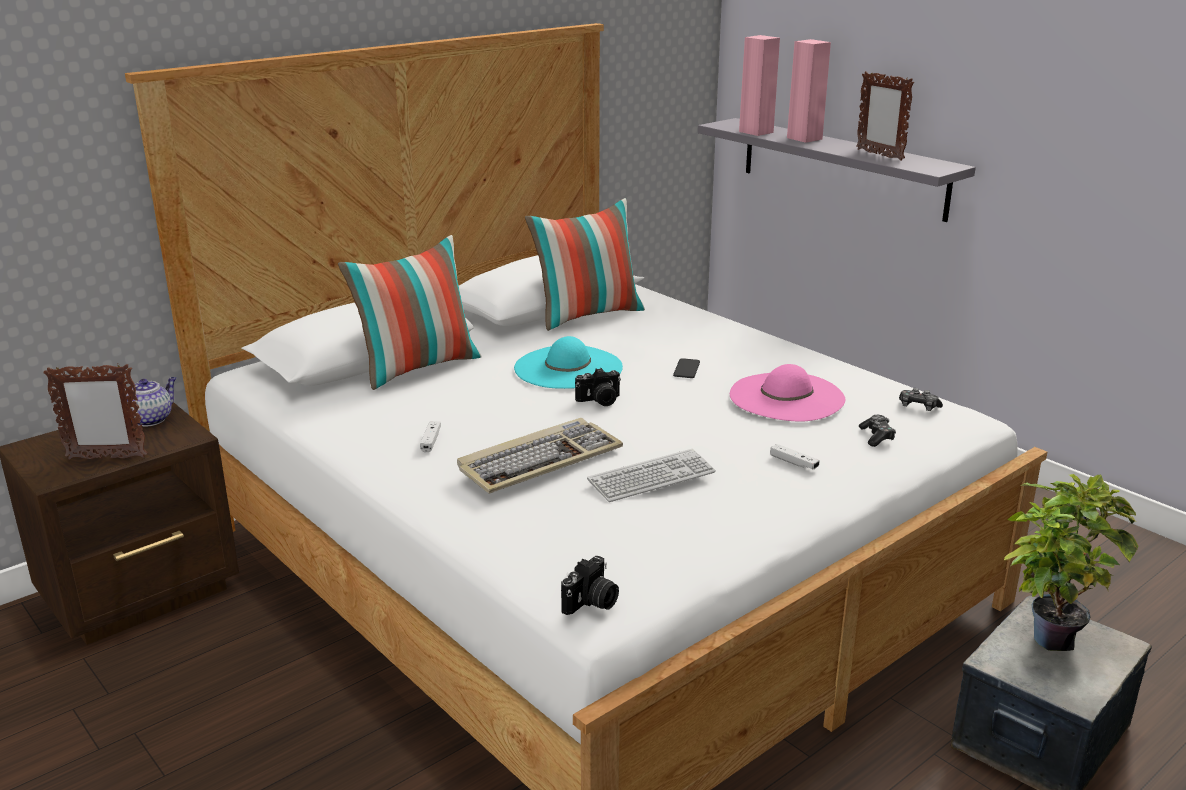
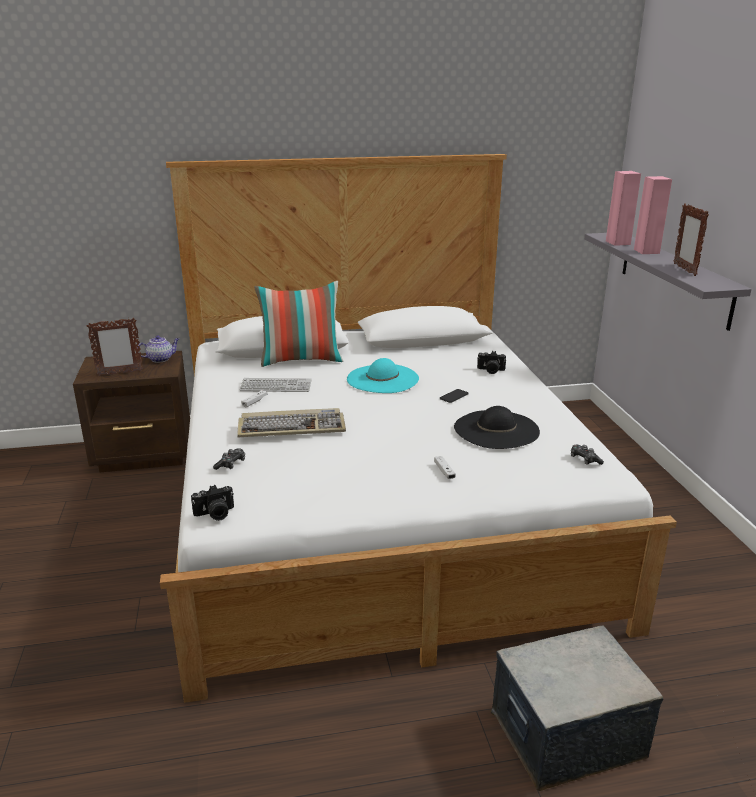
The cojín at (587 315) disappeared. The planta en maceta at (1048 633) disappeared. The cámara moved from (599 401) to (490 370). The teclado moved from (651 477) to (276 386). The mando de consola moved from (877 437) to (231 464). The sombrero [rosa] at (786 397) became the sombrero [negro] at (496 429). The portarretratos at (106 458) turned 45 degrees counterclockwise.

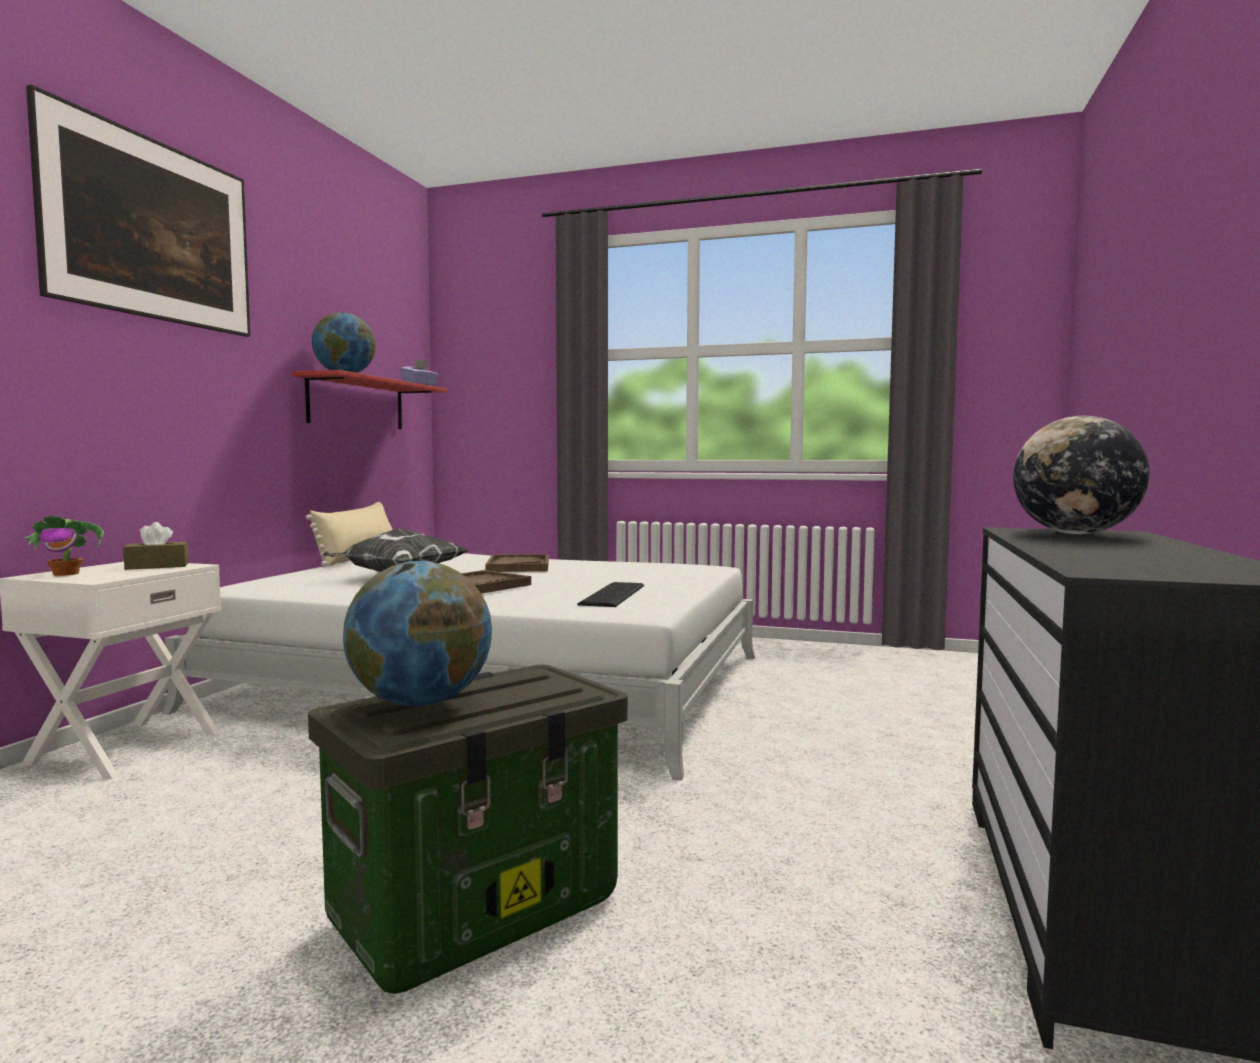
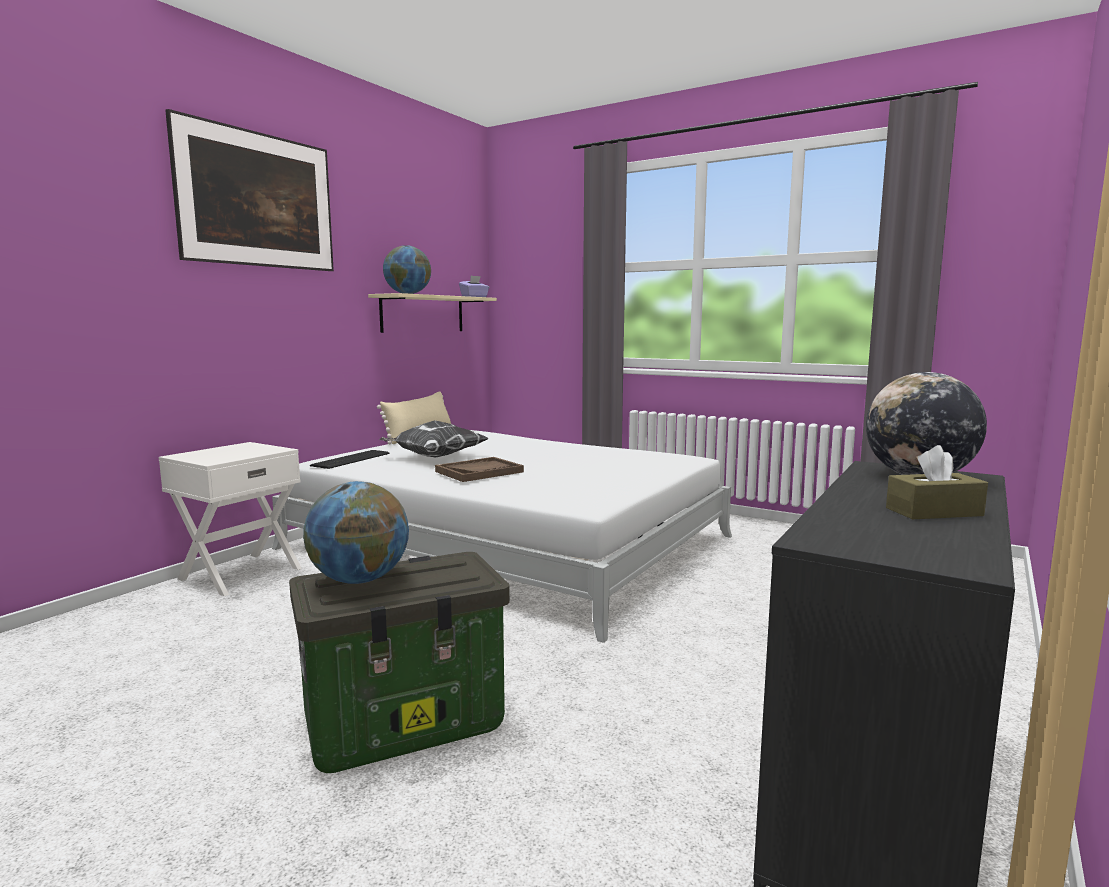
The planta en maceta at (67 574) disappeared. The bandeja [marrón] at (518 566) disappeared. The caja de pañuelos [marrón] moved from (157 566) to (934 512). The teclado moved from (615 594) to (353 459). The estante [rojo] at (357 403) became the estante [beis] at (423 314).

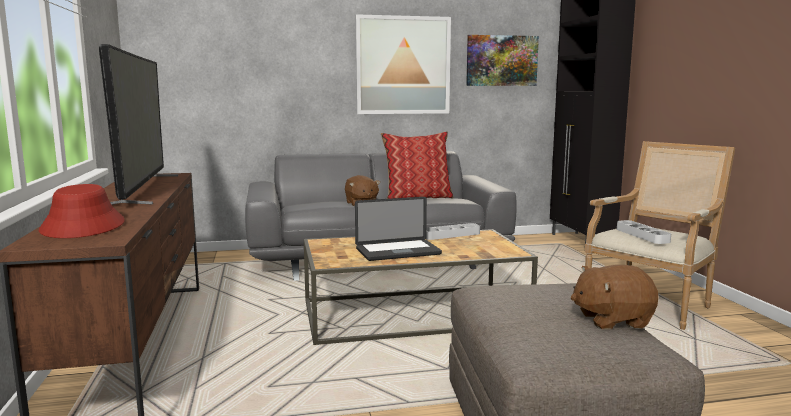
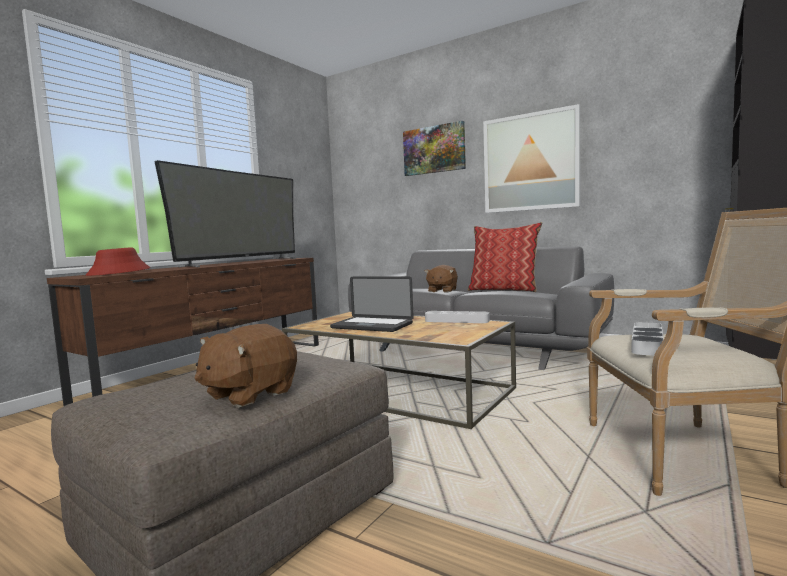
The cuadro moved from (501 60) to (434 149). The peluche [marrón] at (612 320) turned 90 degrees counterclockwise.

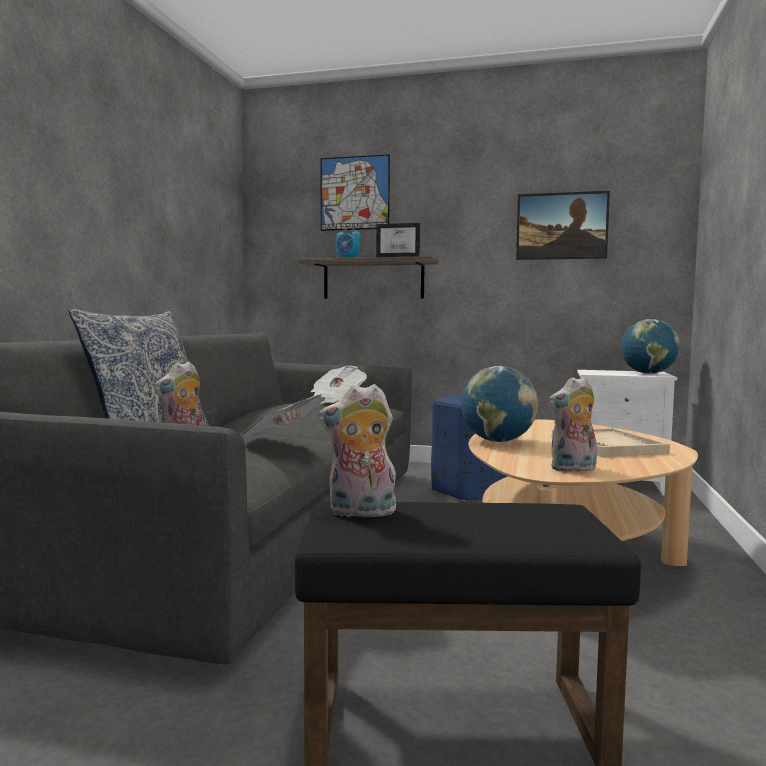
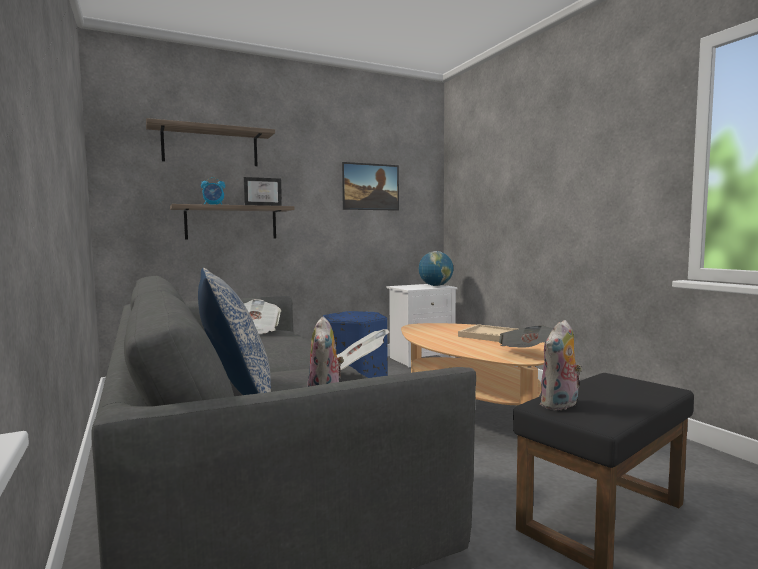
The globo terráqueo at (497 441) disappeared. The cuadro at (354 193) was replaced by the estante at (210 147). The peluche at (573 469) was replaced by the periódico at (527 353).

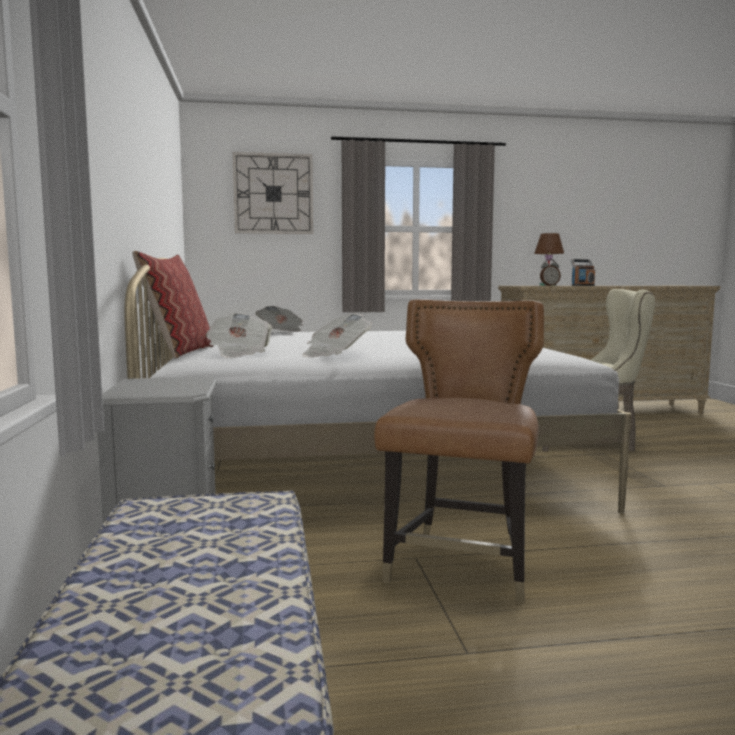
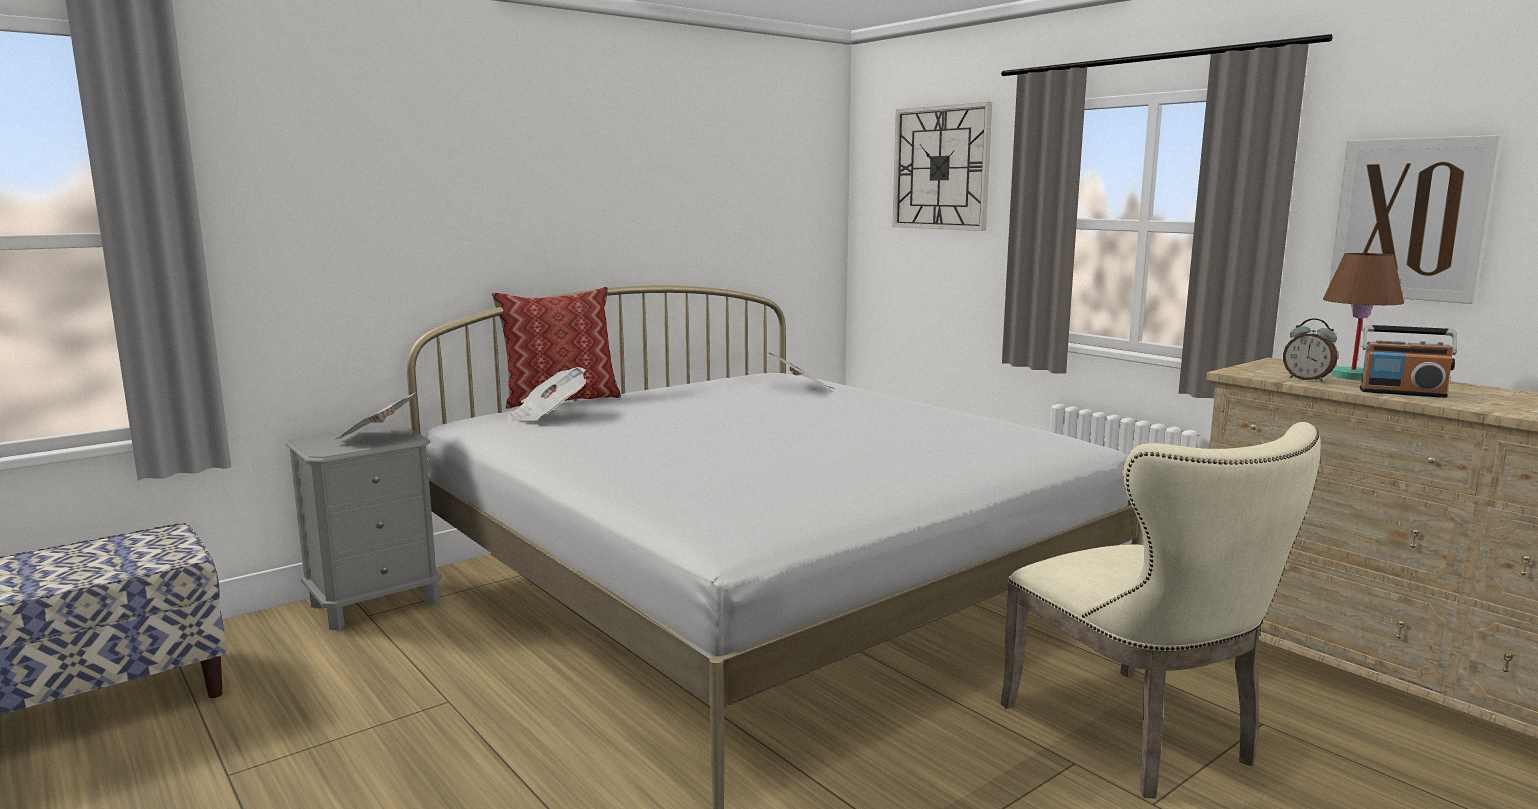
The silla [marrón] at (461 568) disappeared. The cuadro at (1409 219) appeared. The periódico moved from (335 354) to (378 438).

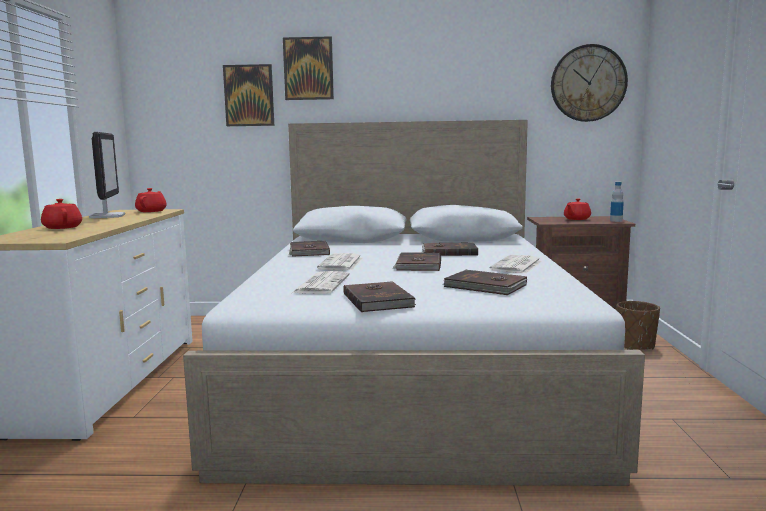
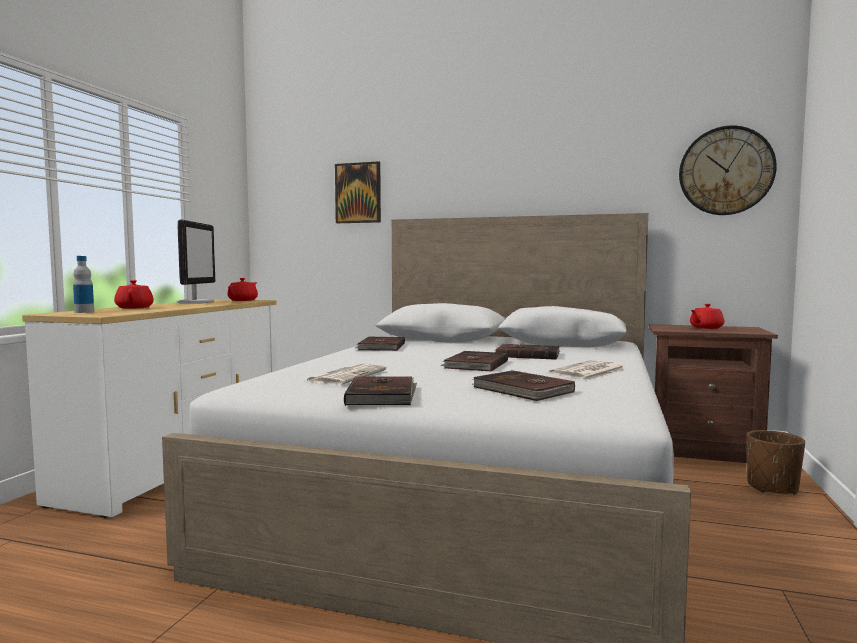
The cuadro at (308 68) disappeared. The periódico at (341 263) disappeared. The botella moved from (616 220) to (84 312).

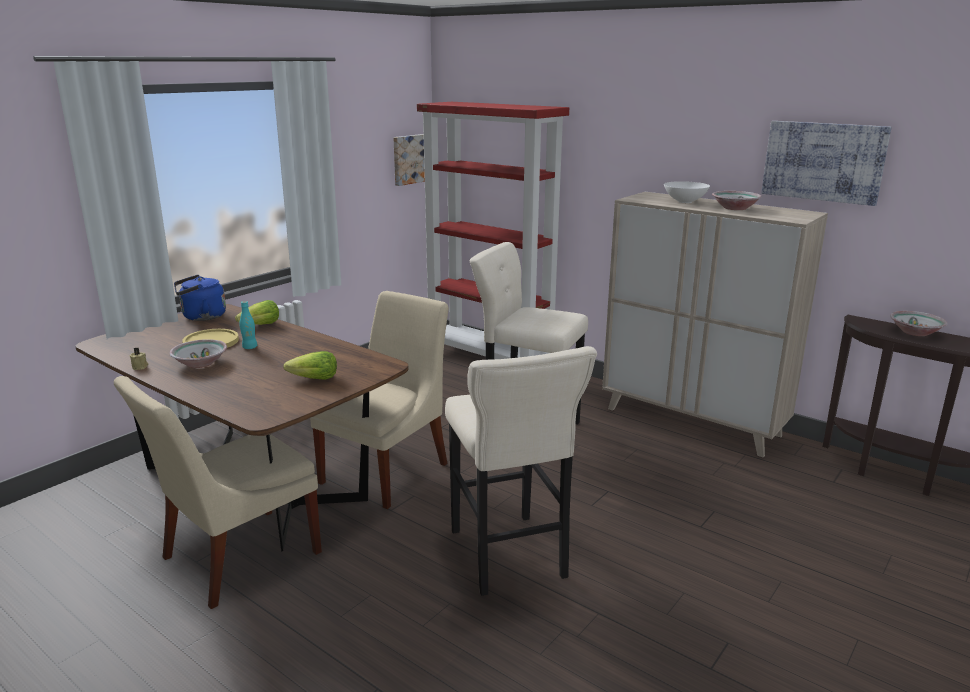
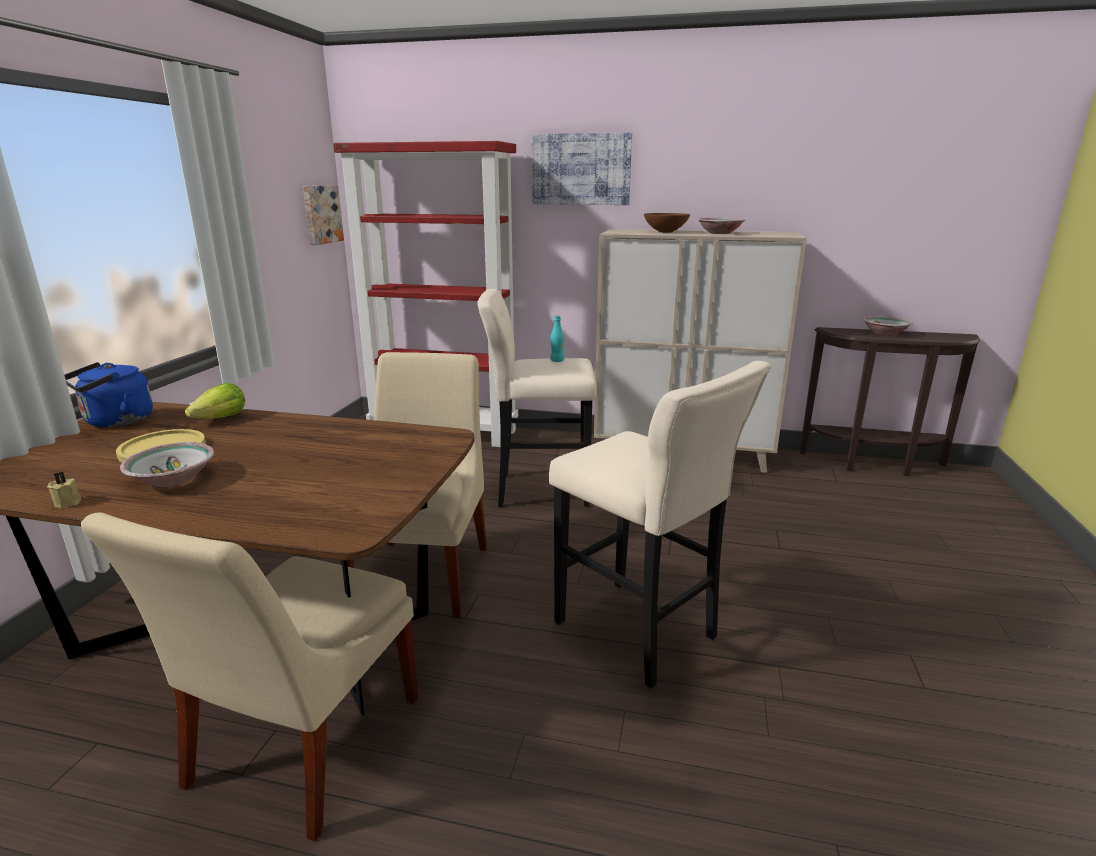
The lechuga at (314 379) disappeared. The botella [turquesa] moved from (250 347) to (557 361). The cuadro moved from (823 161) to (581 169). The cuenco [blanco] at (684 201) became the cuenco [marrón] at (665 232).

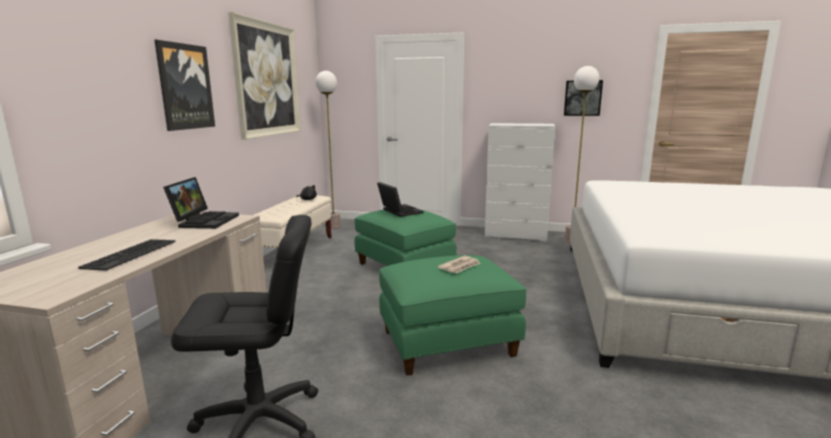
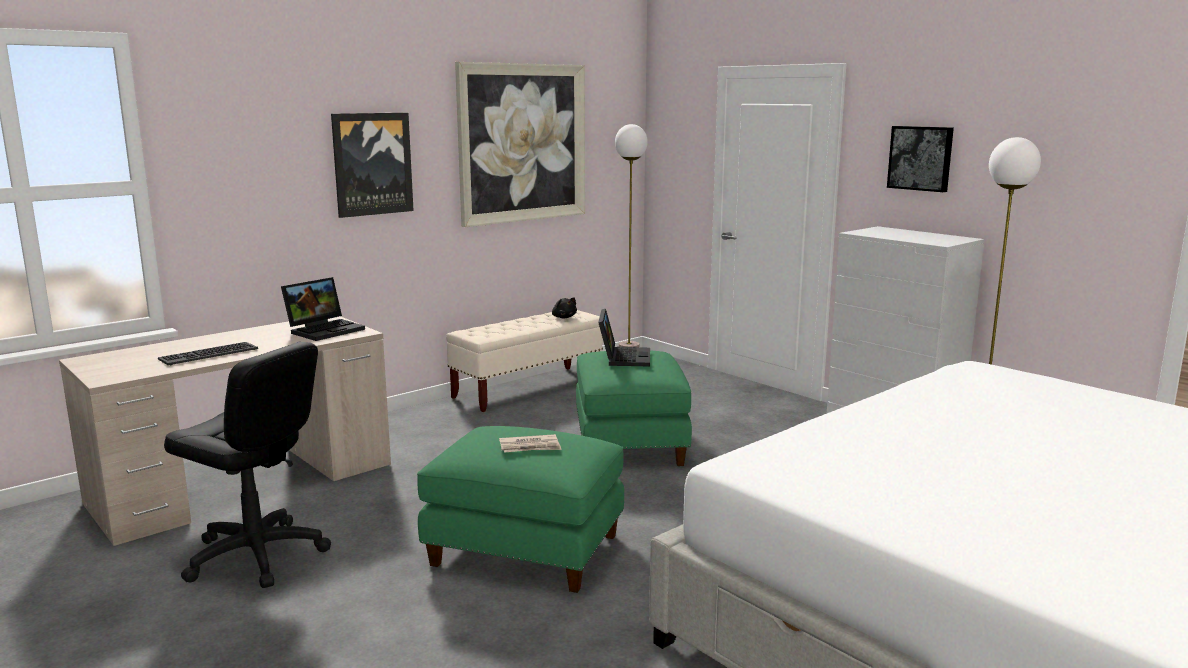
The cuadro moved from (582 98) to (921 158).

